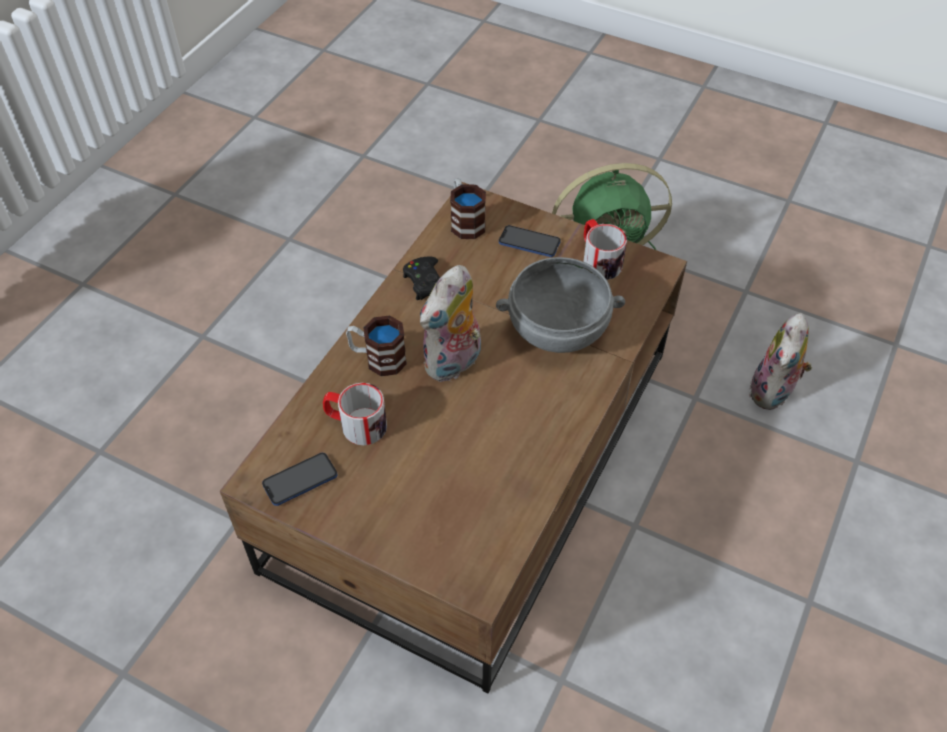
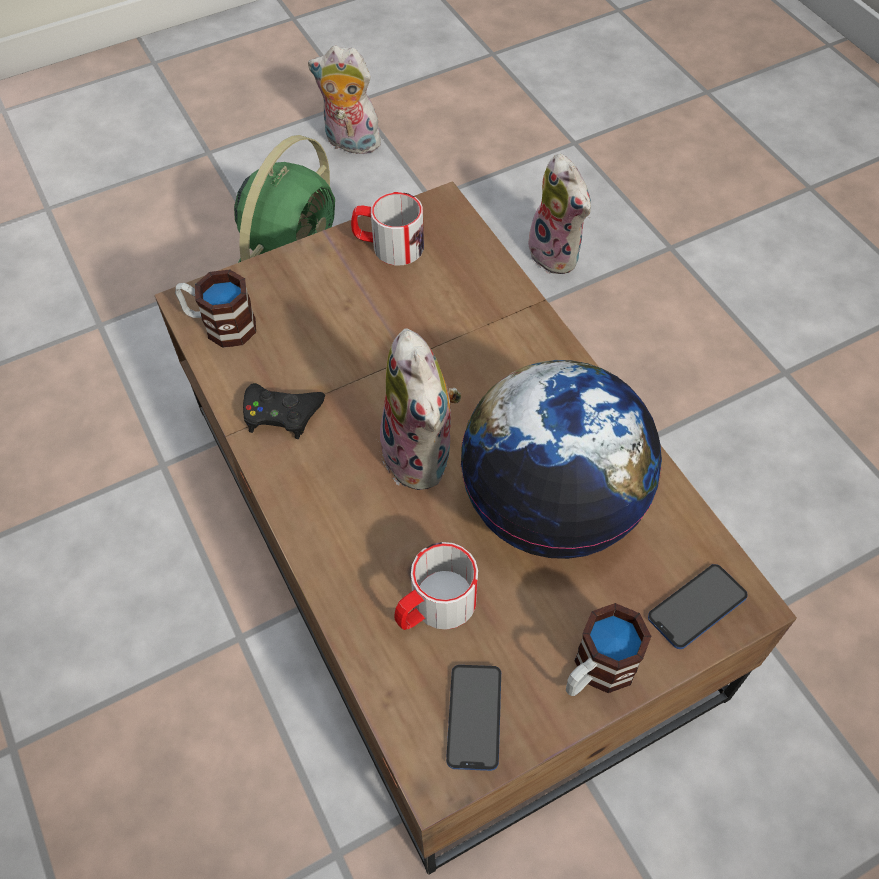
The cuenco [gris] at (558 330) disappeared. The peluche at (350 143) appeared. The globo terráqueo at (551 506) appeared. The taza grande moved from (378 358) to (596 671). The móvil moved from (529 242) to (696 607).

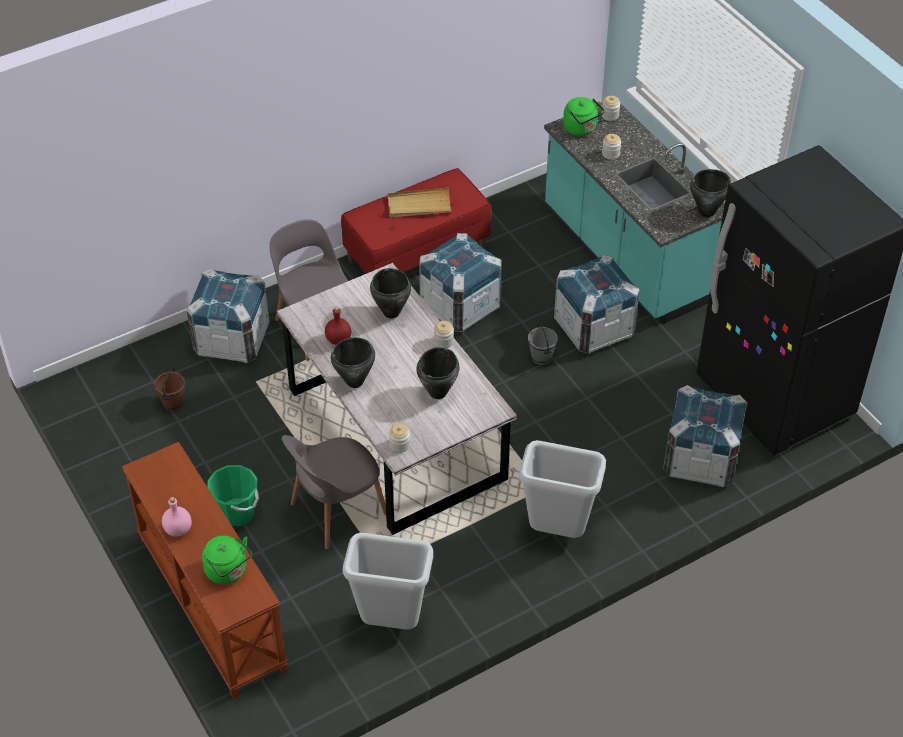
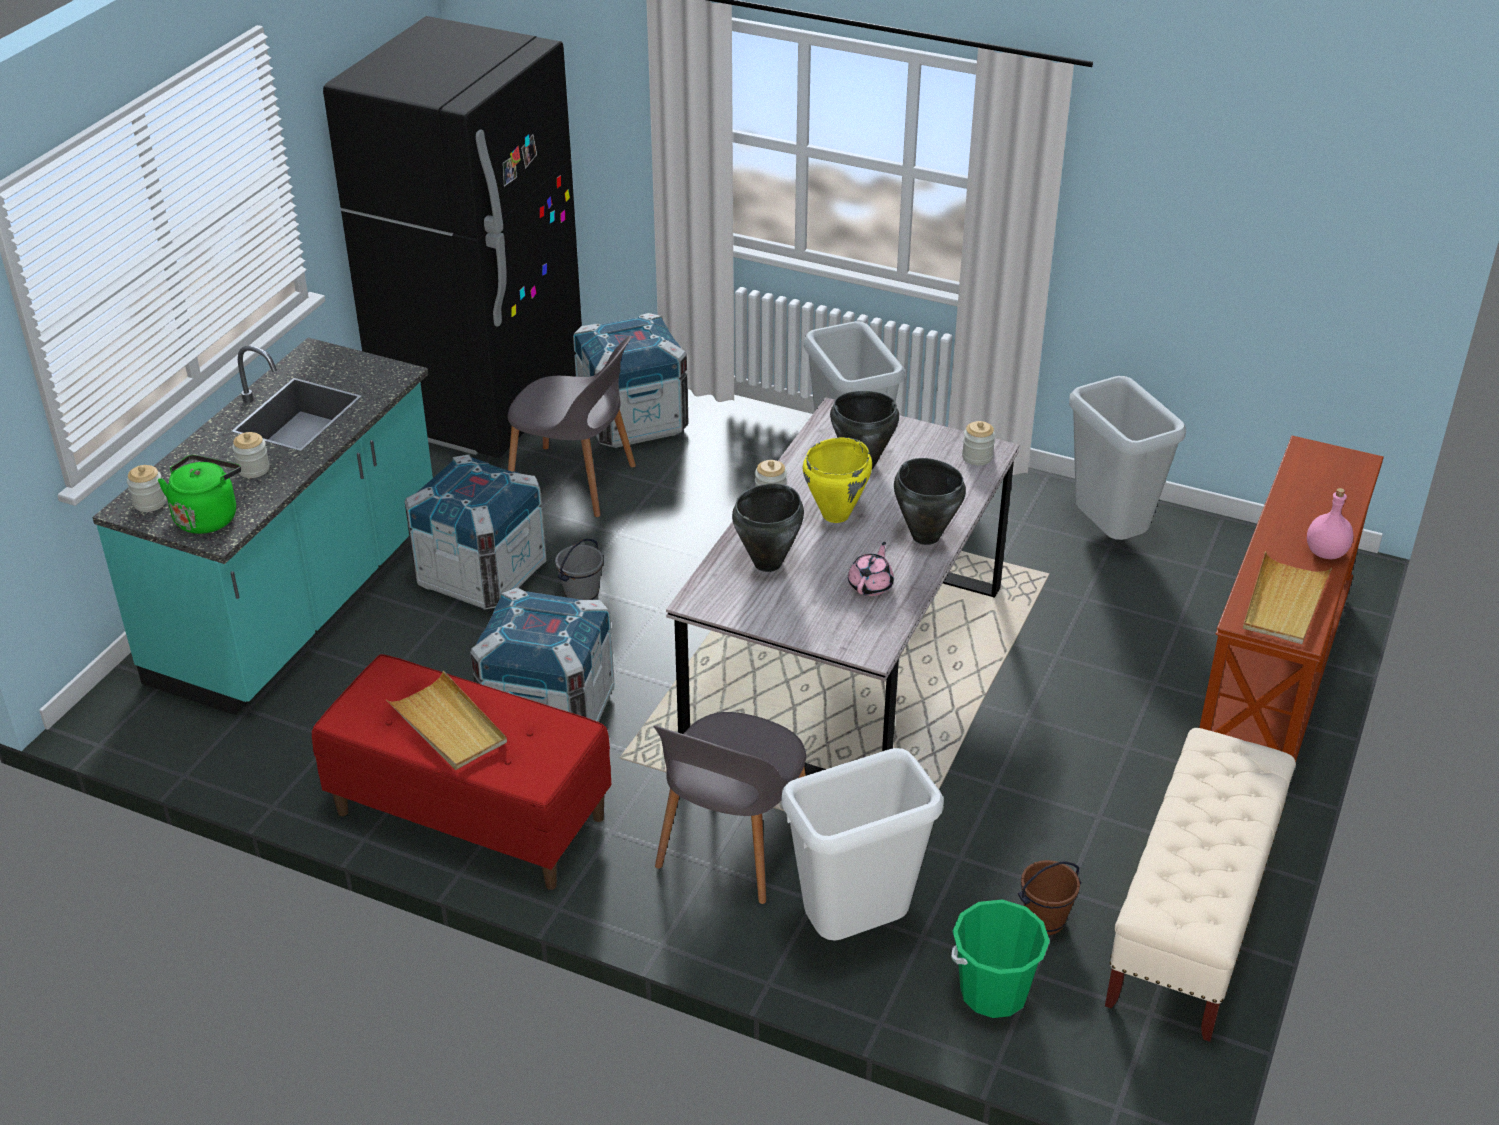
The hervidor [verde] at (228 571) disappeared. The olla [negro] at (707 212) disappeared. The olla [amarillo] at (836 515) appeared. The banco [beis] at (1191 922) appeared. The bandeja [beis] at (1284 602) appeared. The cubo [verde] moved from (237 512) to (993 992). The silla [gris] moved from (336 511) to (575 482). The caja de embalaje at (232 339) was replaced by the papelera [blanco] at (855 931). The botella [rojo] at (339 339) was replaced by the tetera [rosa] at (871 585).

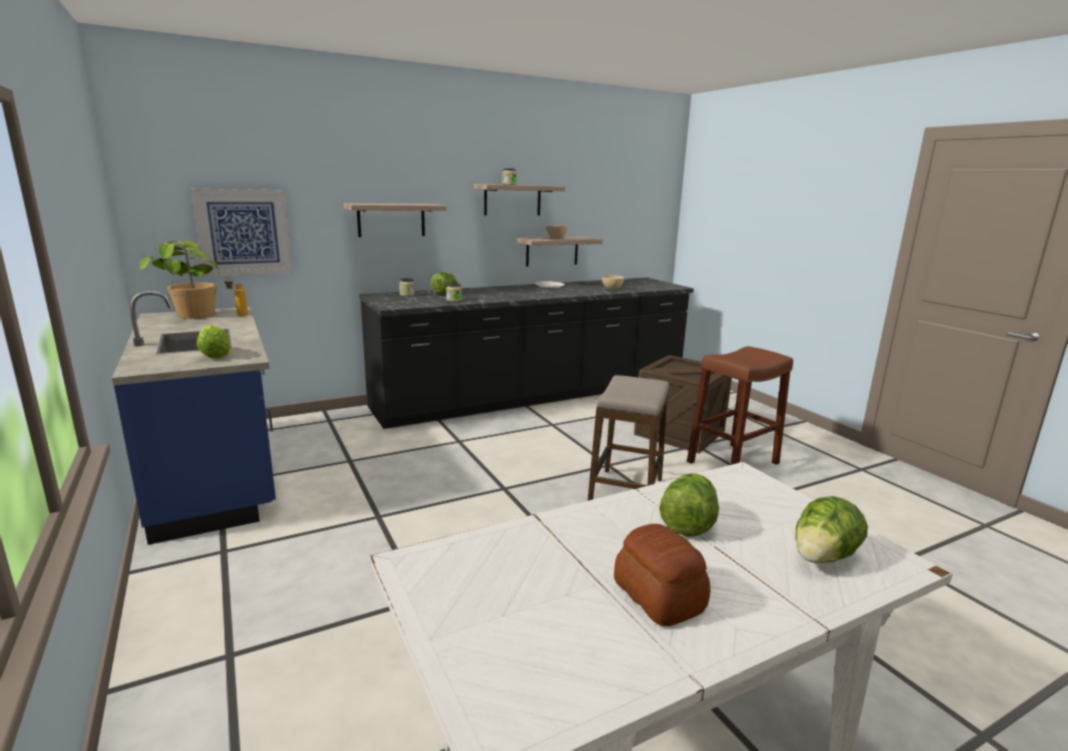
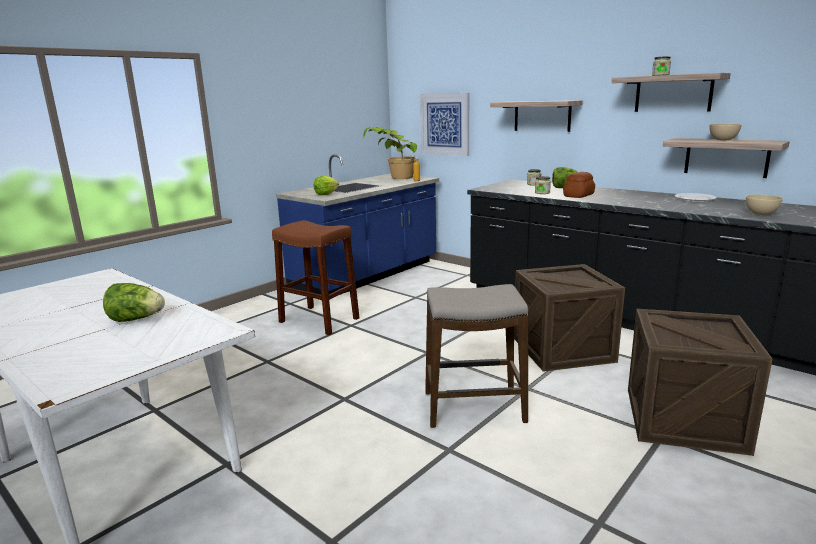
The lechuga at (822 558) disappeared. The caja de embalaje at (562 349) appeared. The pan moved from (658 597) to (578 195). The taburete [marrón] moved from (733 462) to (319 320).

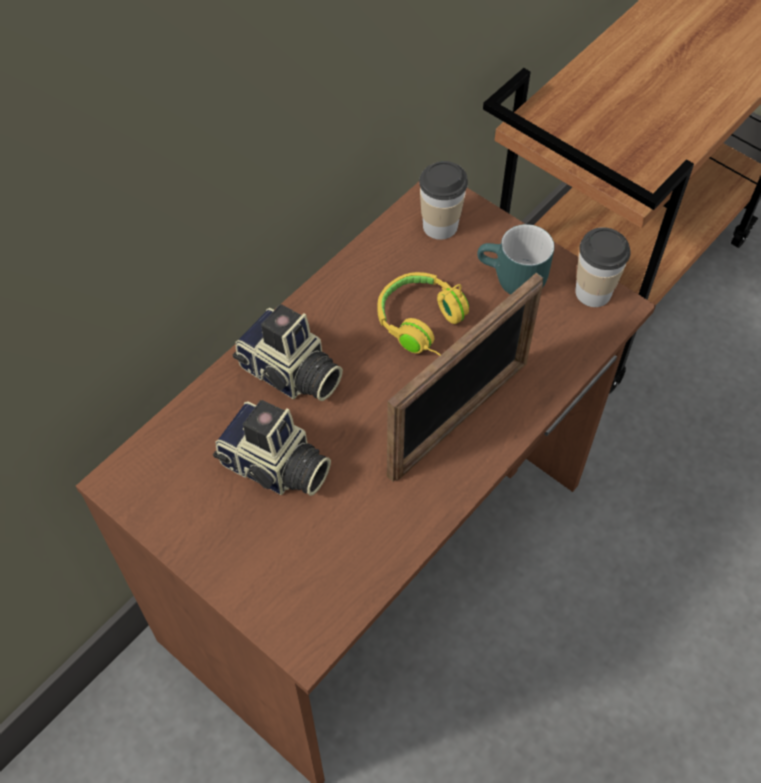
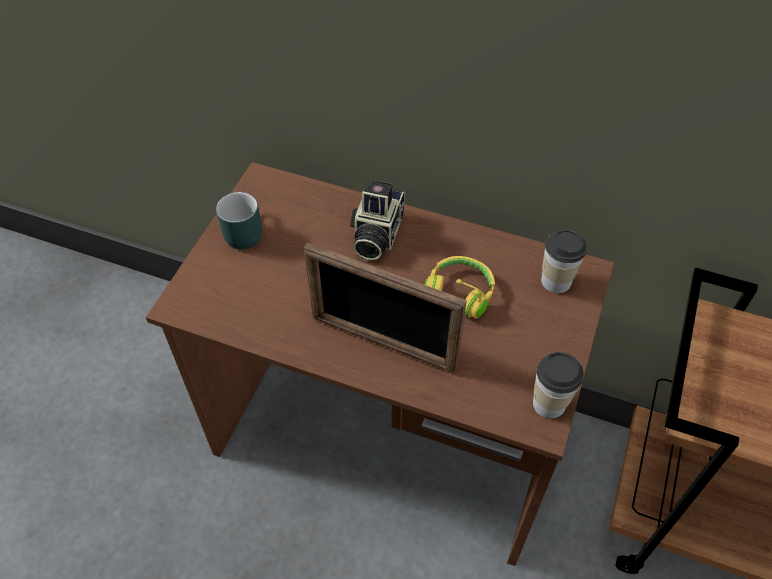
The cámara at (275 468) disappeared. The taza grande [turquesa] moved from (512 281) to (241 231).

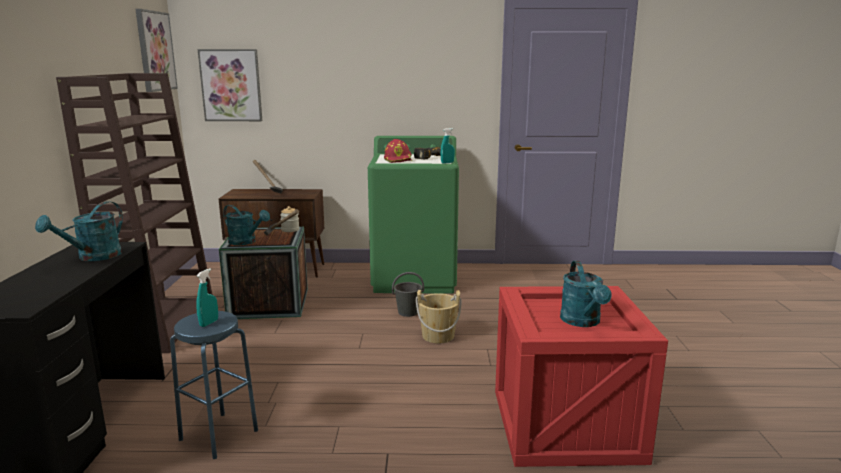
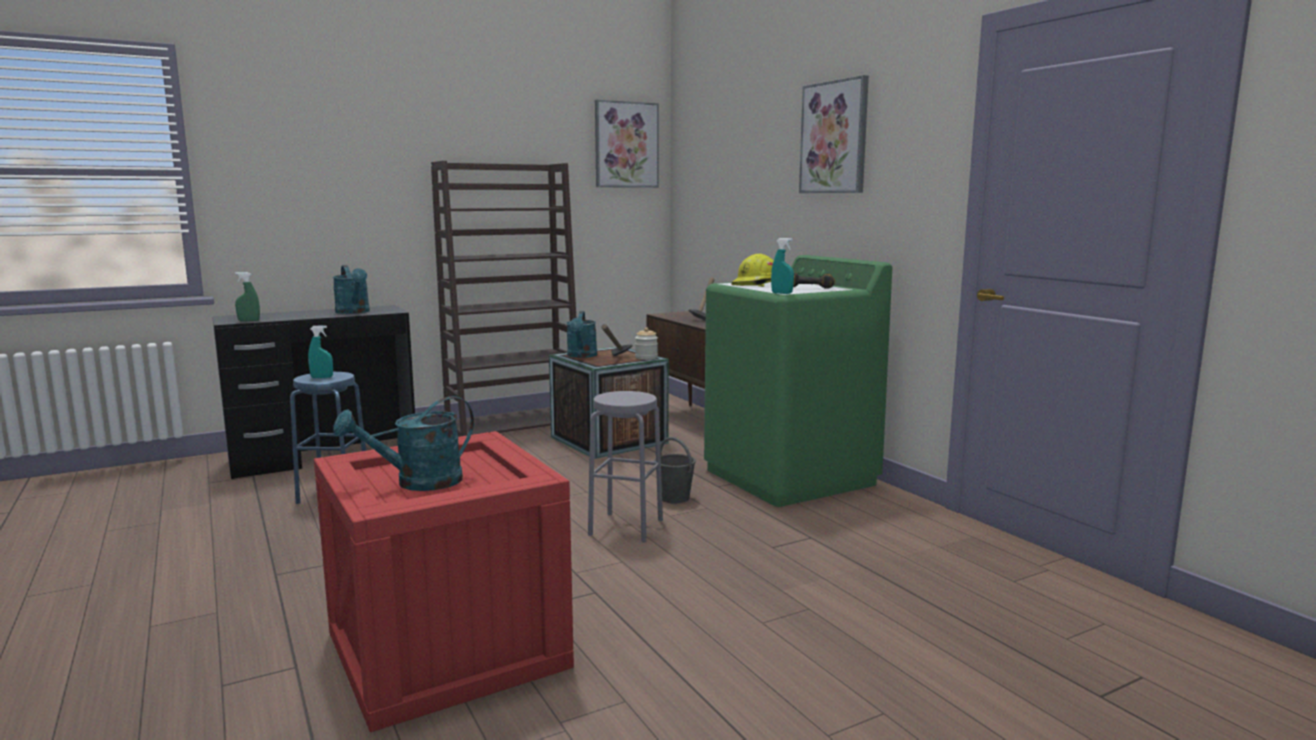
The pulverizador [verde] at (249 321) appeared. The cuadro moved from (231 85) to (834 137). The cubo [beis] at (438 336) was replaced by the taburete [gris] at (626 527). The casco [rojo] at (398 160) became the casco [amarillo] at (757 285). The regadera [turquesa] at (93 257) turned 120 degrees counterclockwise.

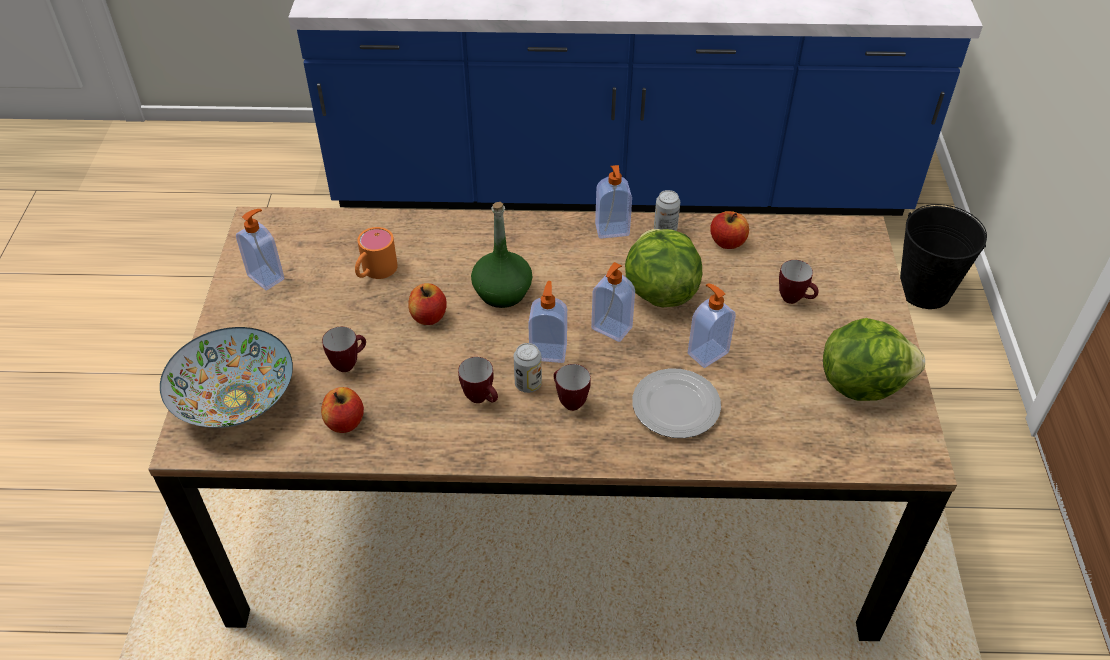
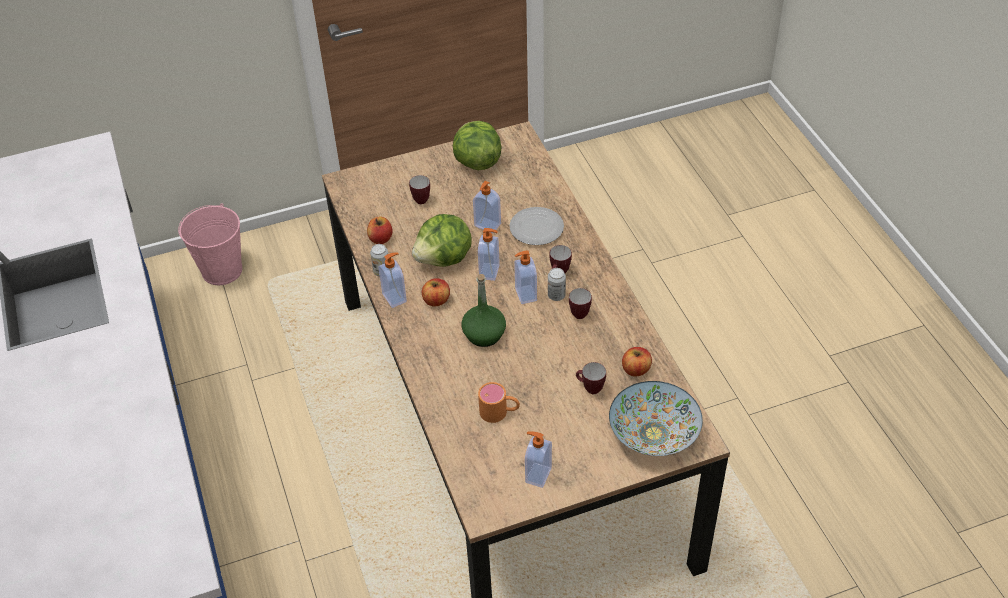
The manzana moved from (429 316) to (436 300). The cubo [negro] at (924 290) became the cubo [rosa] at (222 270).

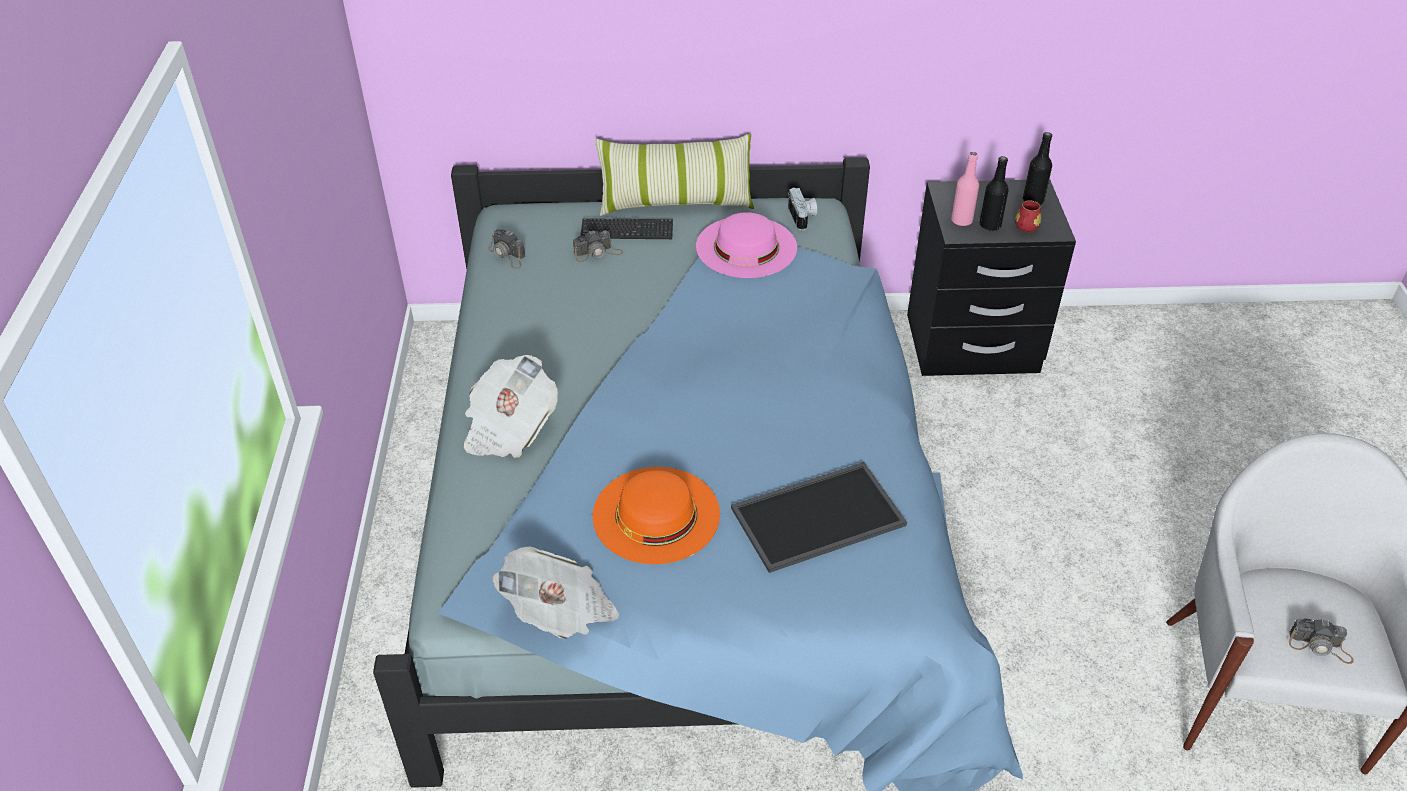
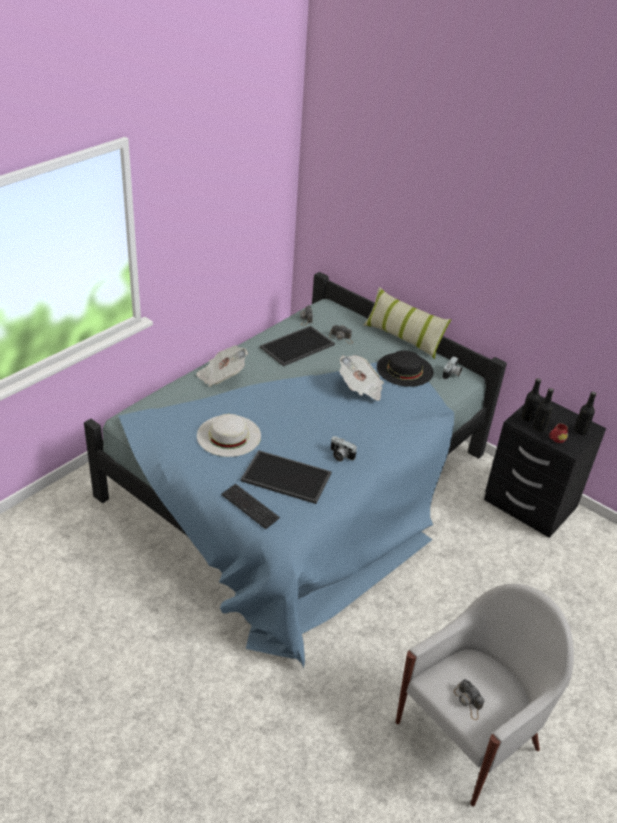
The bandeja at (297 347) appeared. The cámara at (340 455) appeared. The periódico moved from (560 612) to (360 388). The teclado moved from (627 231) to (250 507). The sombrero [naranja] at (656 514) became the sombrero [blanco] at (228 435). The sombrero [rosa] at (746 246) became the sombrero [negro] at (405 369). The botella [rosa] at (961 220) became the botella [negro] at (527 418).

